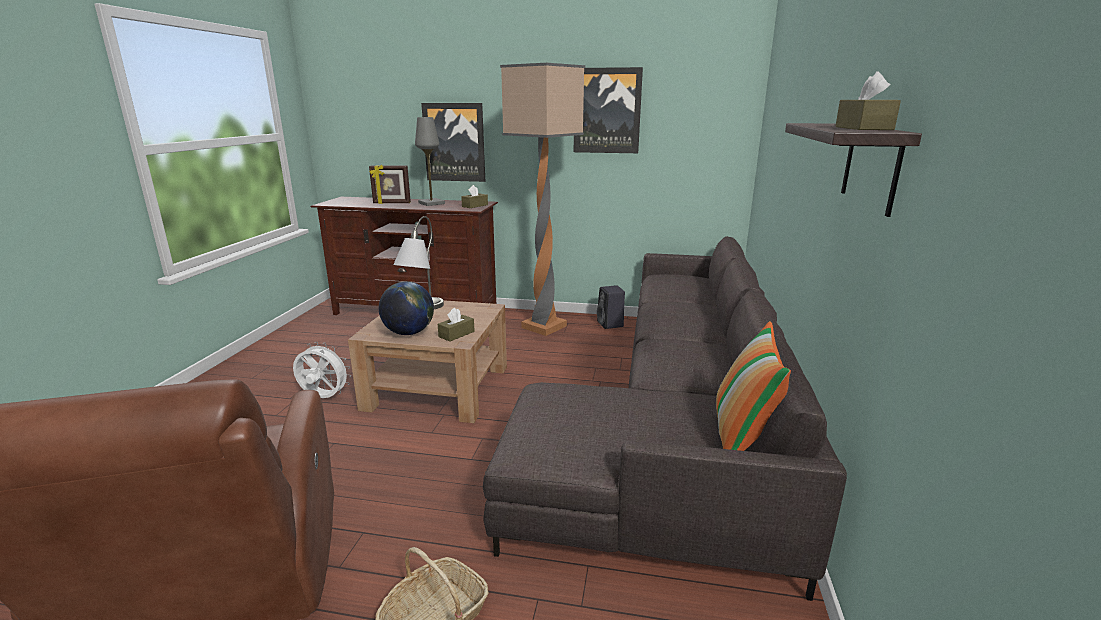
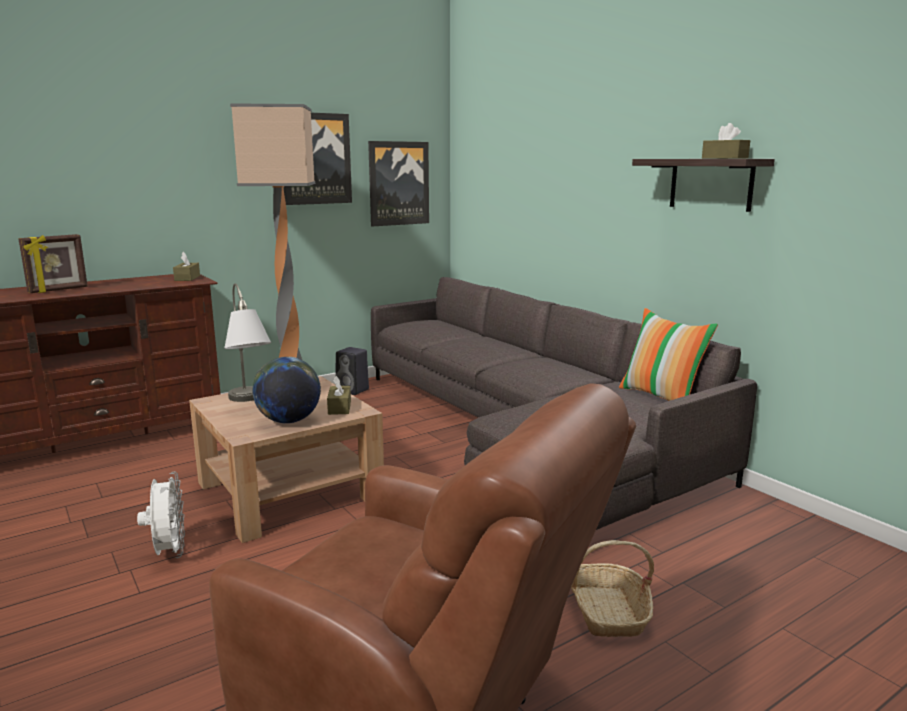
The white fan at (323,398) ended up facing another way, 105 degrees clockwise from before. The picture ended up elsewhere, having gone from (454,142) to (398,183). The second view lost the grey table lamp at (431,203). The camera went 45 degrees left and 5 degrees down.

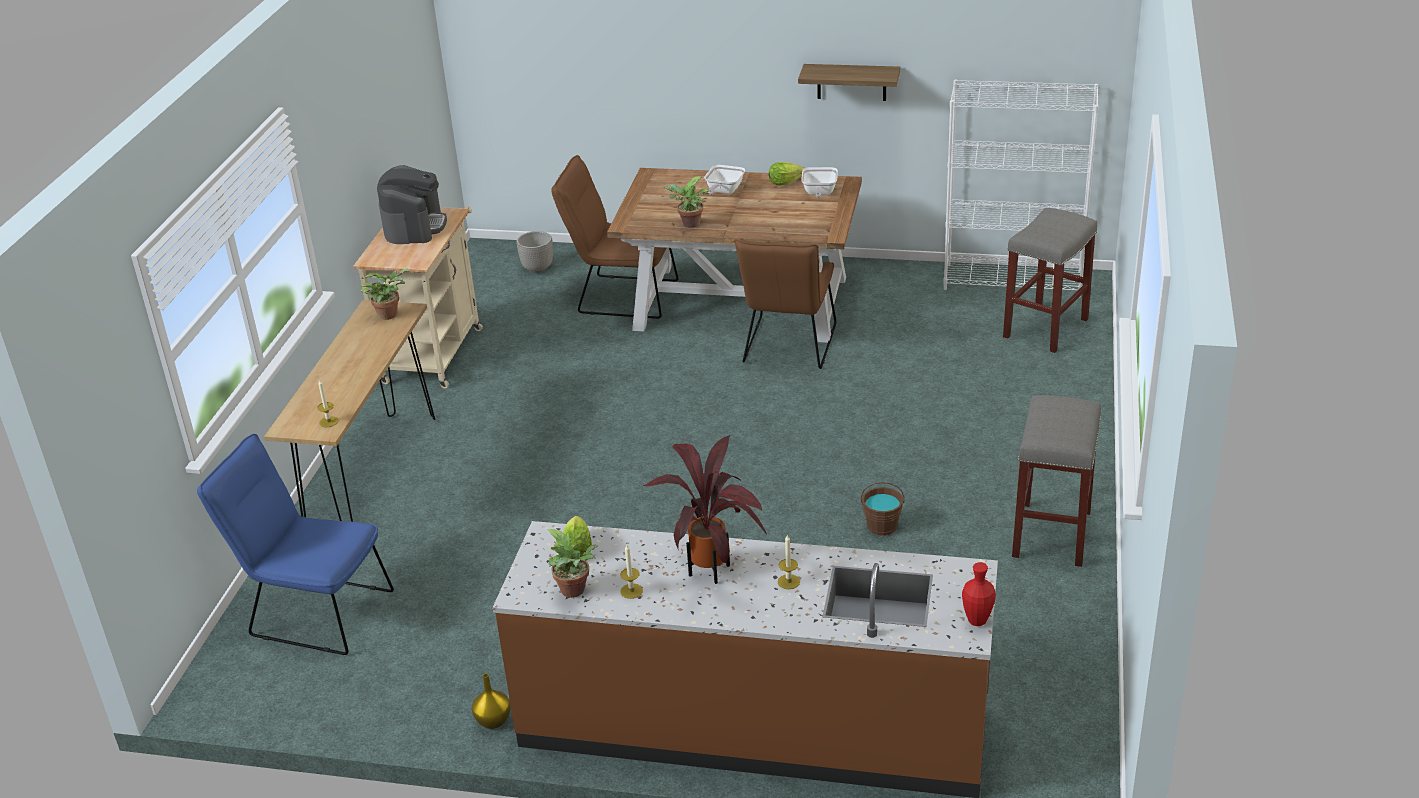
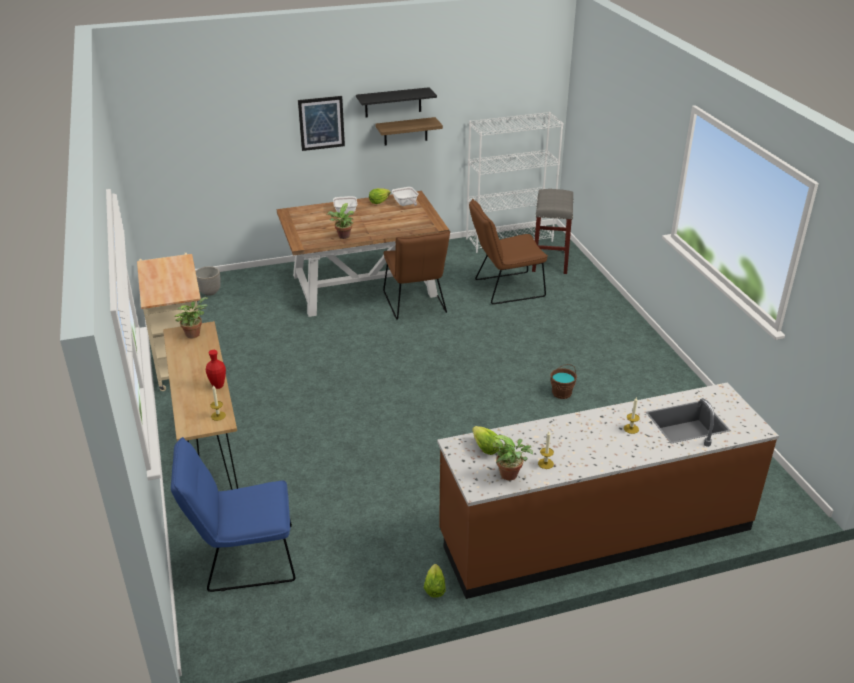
The red vase ended up elsewhere, having gone from (977,621) to (218,386). The second view gained the picture at (321,123). The second view gained the black shelf at (393,102). Where the yellow vase stood at (492,721), the lettuce came to stand at (434,588). The brown chair ended up elsewhere, having gone from (621,296) to (504,289). The second view lost the coffee machine at (414,226). The second view lost the potted plant at (713,568). The second view lost the grey stool at (1052,535). The camera went 30 degrees left and 0 degrees up.

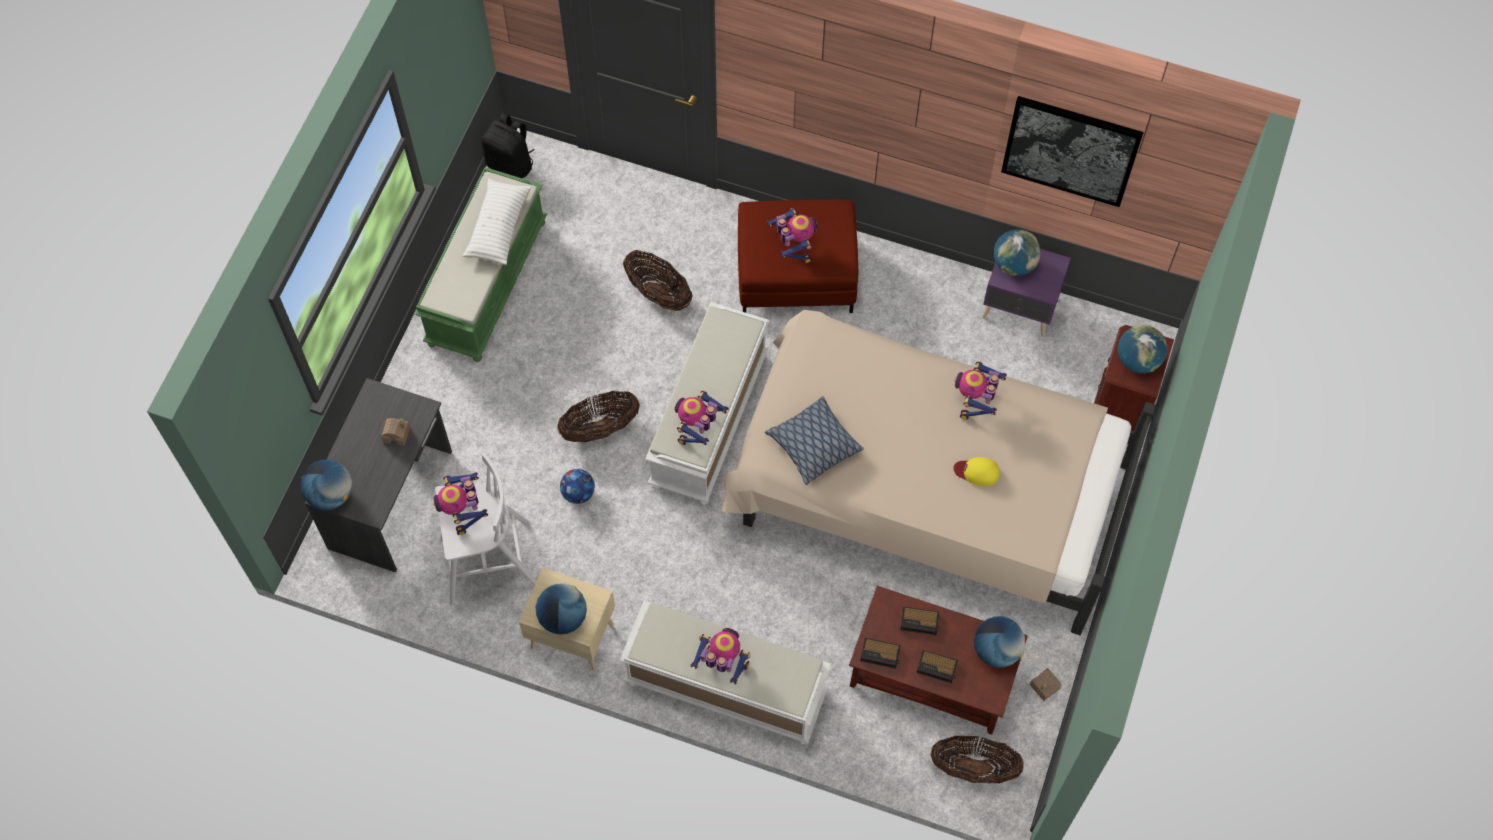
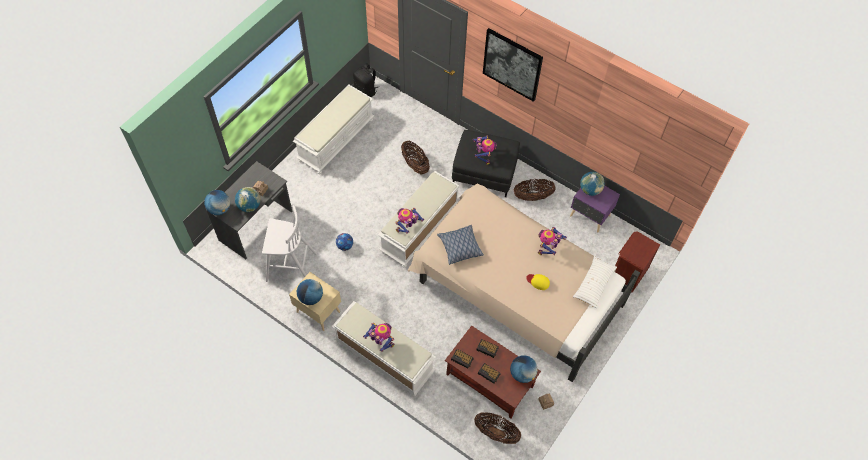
The globe ended up elsewhere, having gone from (1138,360) to (249,206). What was the green bench at (486,281) turned into the white bench at (336,139). What was the red ottoman at (797,273) turned into the black ottoman at (485,172). The picture ended up elsewhere, having gone from (1070,150) to (512,64). The basket ended up elsewhere, having gone from (600,428) to (532,196). The white pillow ended up elsewhere, having gone from (498,227) to (594,284). The second view lost the toy robot at (463,511). The camera went 15 degrees right and 5 degrees down.

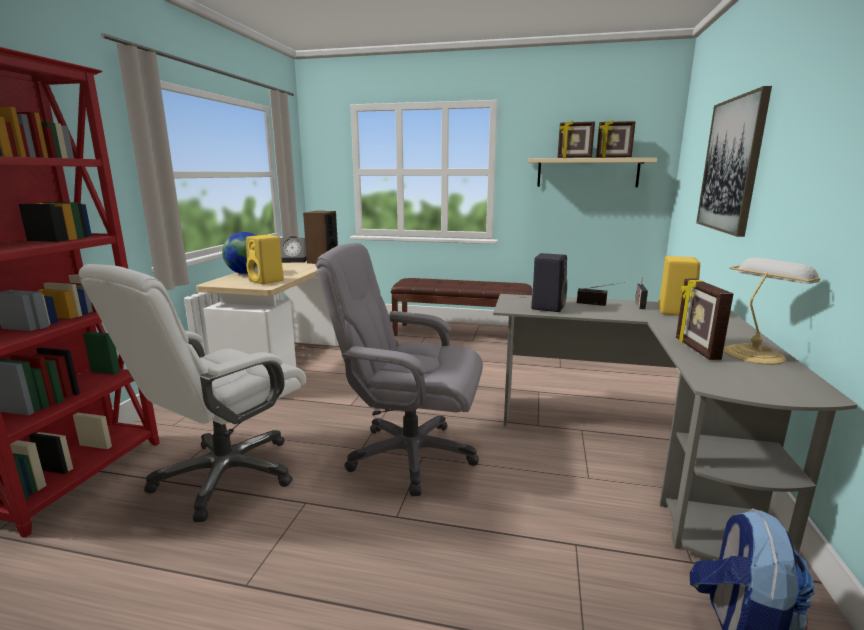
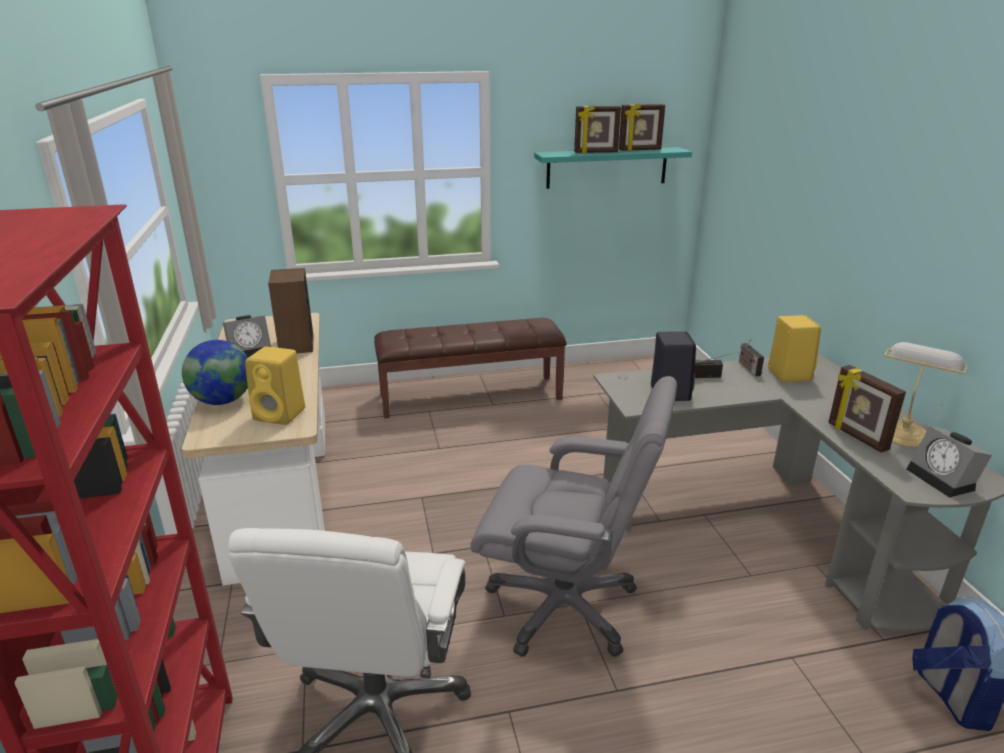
The grey office chair at (409,455) ended up facing another way, 150 degrees counterclockwise from before. What was the beige shelf at (587,172) turned into the turquoise shelf at (607,167). The second view gained the alarm clock at (944,480). The second view lost the picture at (731,165). The camera went 25 degrees left and 10 degrees up.

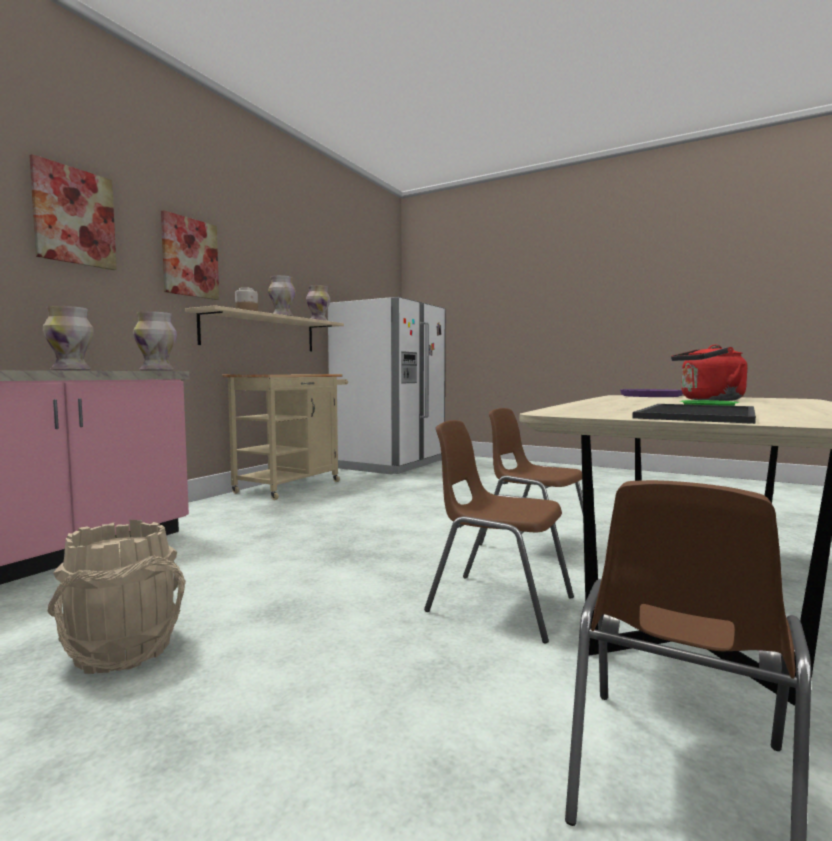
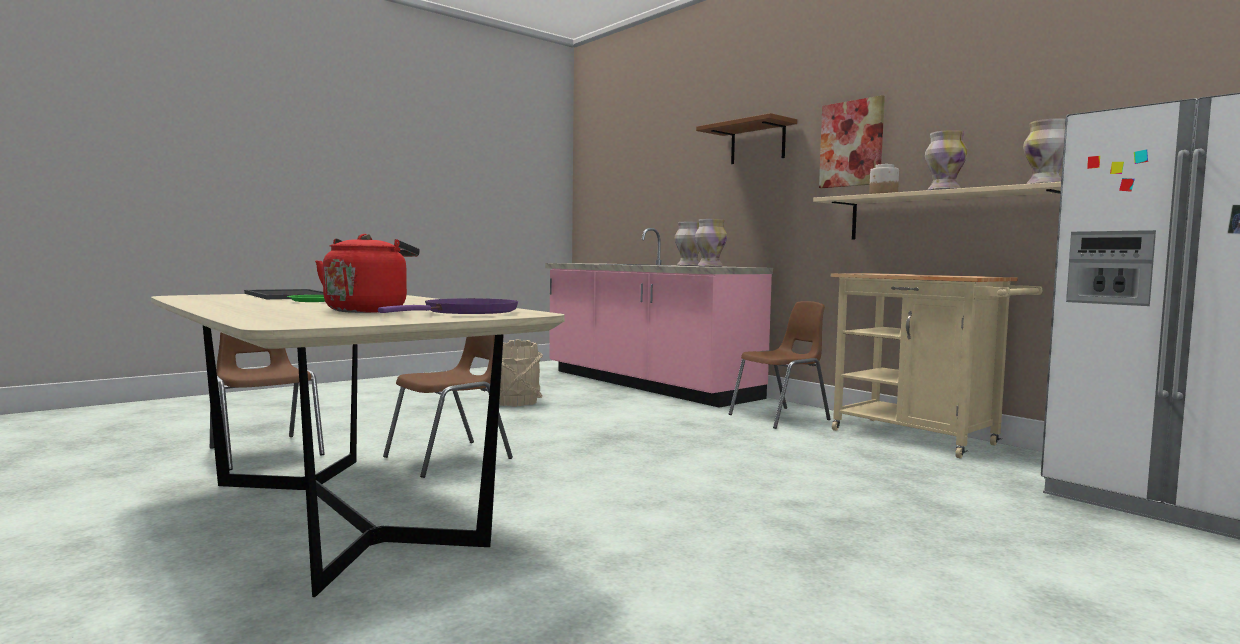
Where the picture hung at (74,216), the brown shelf came to hang at (757,143). The brown chair ended up elsewhere, having gone from (534,544) to (781,417). The camera went 110 degrees right and 0 degrees up.

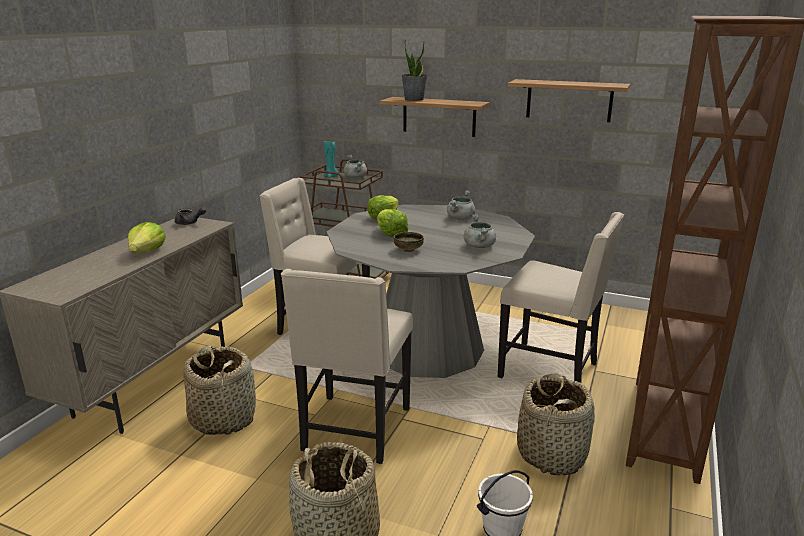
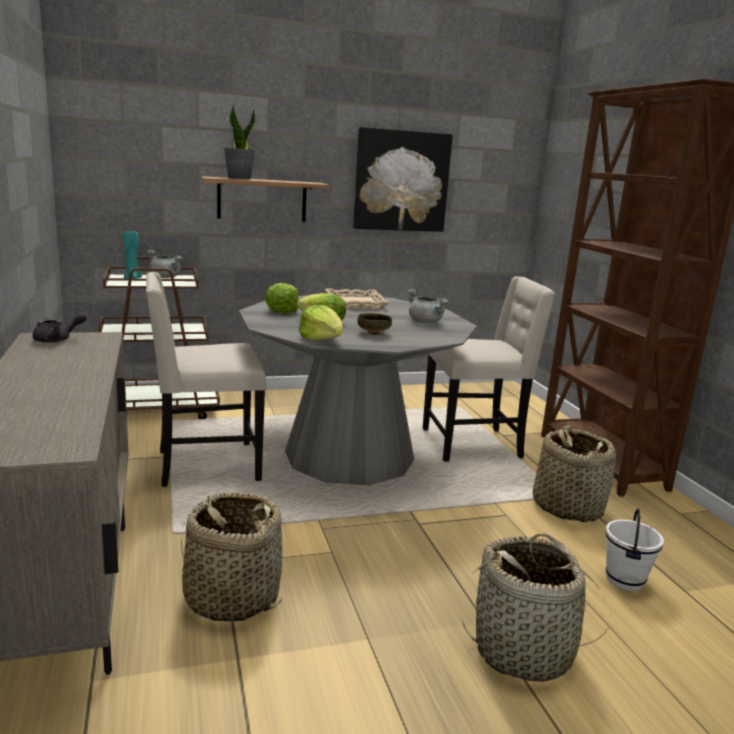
The lettuce ended up elsewhere, having gone from (147,252) to (321,339). Where the grey cooking pot stood at (460,218), the beige tray came to stand at (356,303). Where the shelf hung at (569,100), the picture came to hang at (401,181). The second view lost the beige chair at (354,430). The camera went 40 degrees left and 5 degrees down.

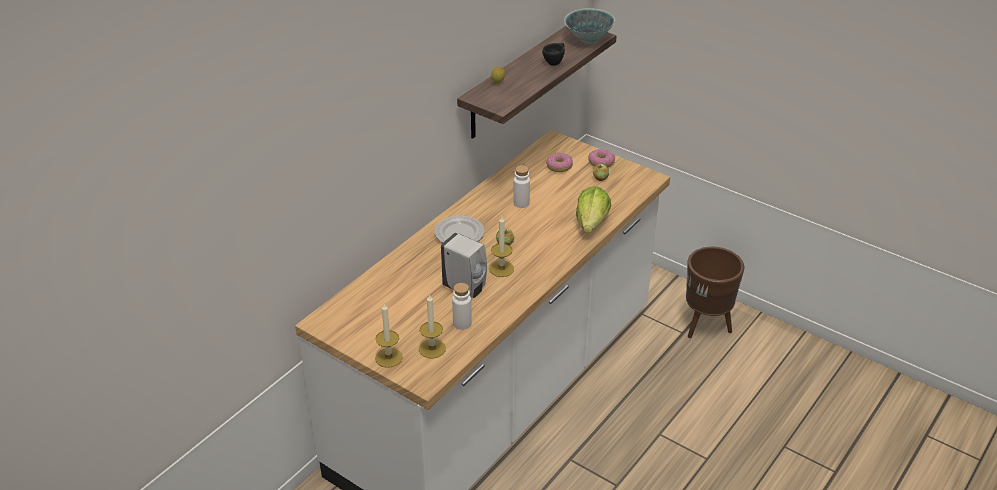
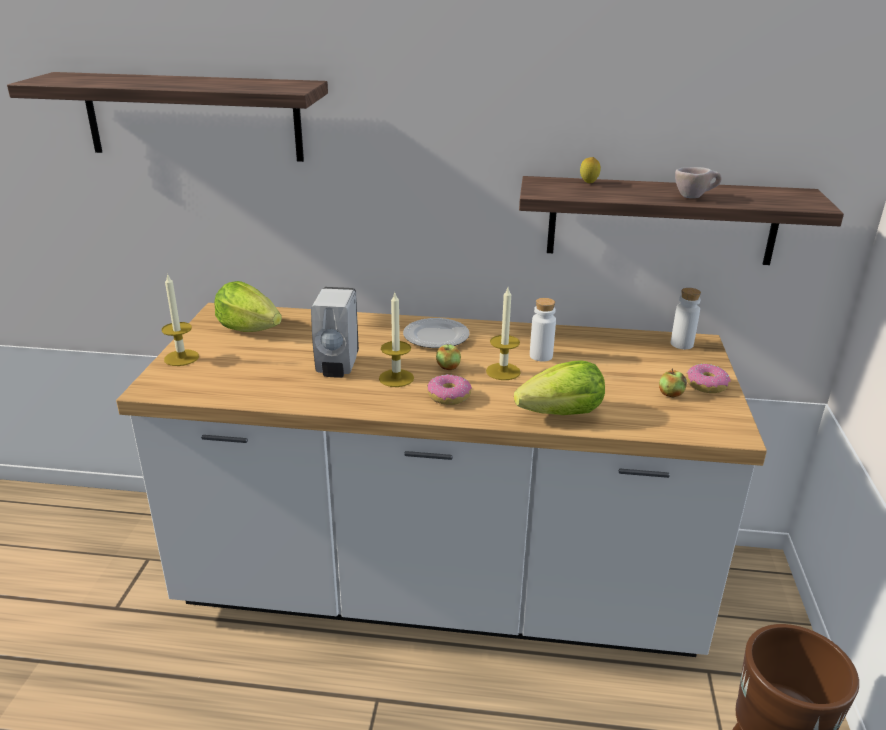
The second view gained the shelf at (193,117). The second view gained the lettuce at (249,329). The donut ended up elsewhere, having gone from (559,166) to (449,396). The candle ended up elsewhere, having gone from (432,349) to (503,371). The white bottle ended up elsewhere, having gone from (462,323) to (681,344). What was the black cup at (554,62) turned into the beige cup at (694,197). The second view lost the bowl at (589,39). The camera went 60 degrees right and 10 degrees down.

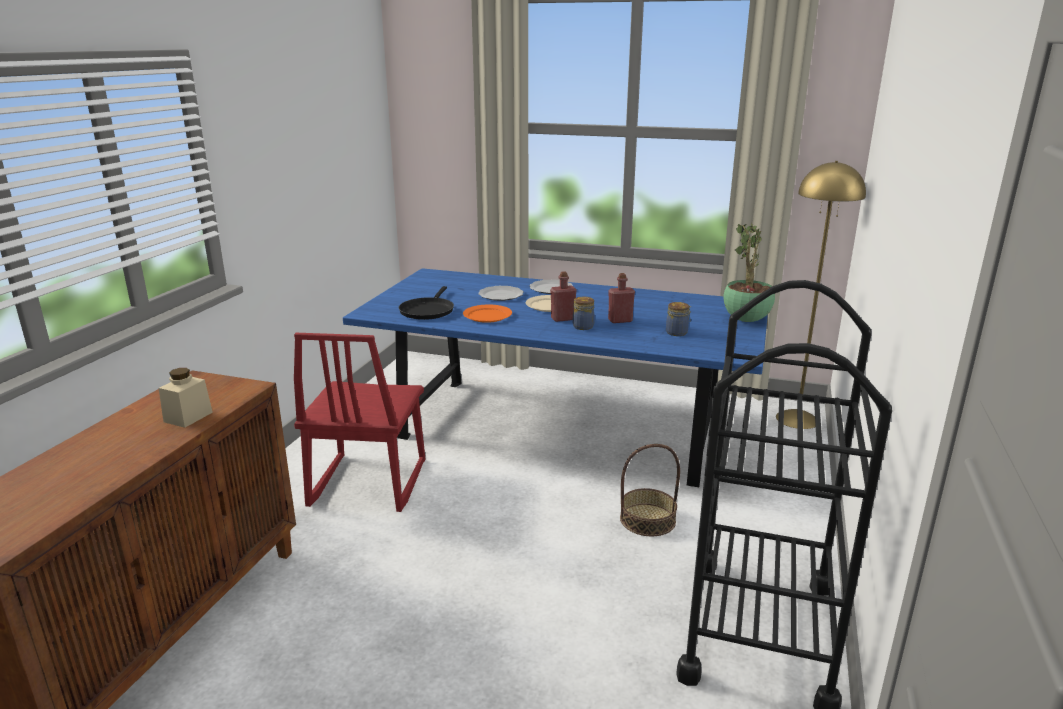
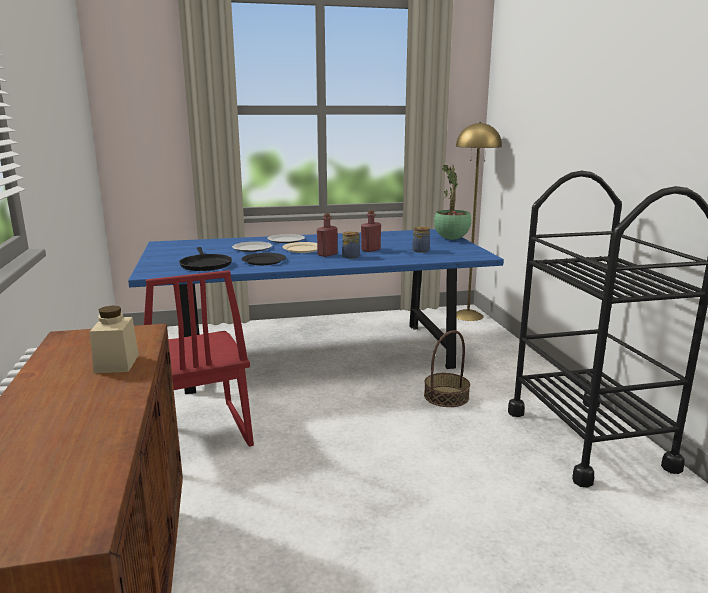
What was the orange plate at (488,316) turned into the black plate at (264,261). The camera went 30 degrees left and 5 degrees down.

